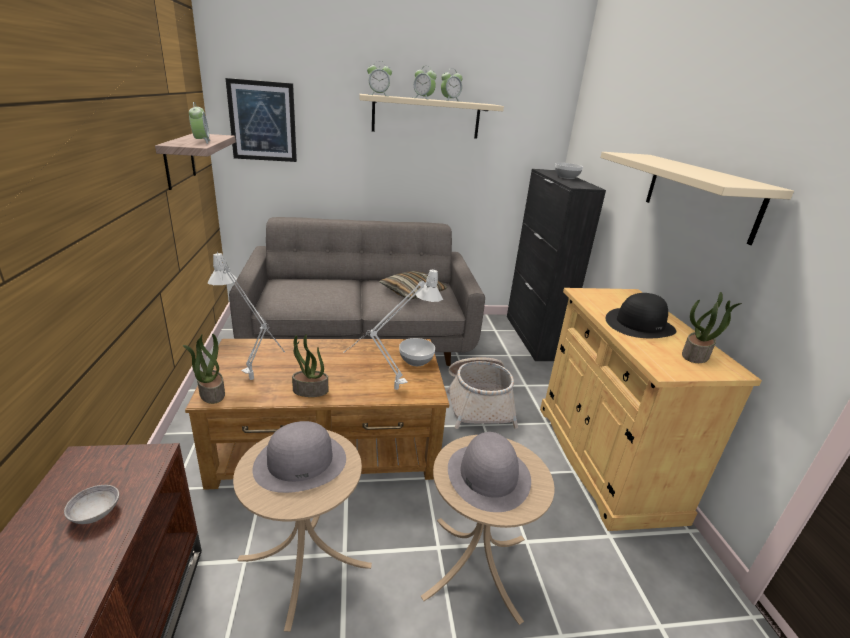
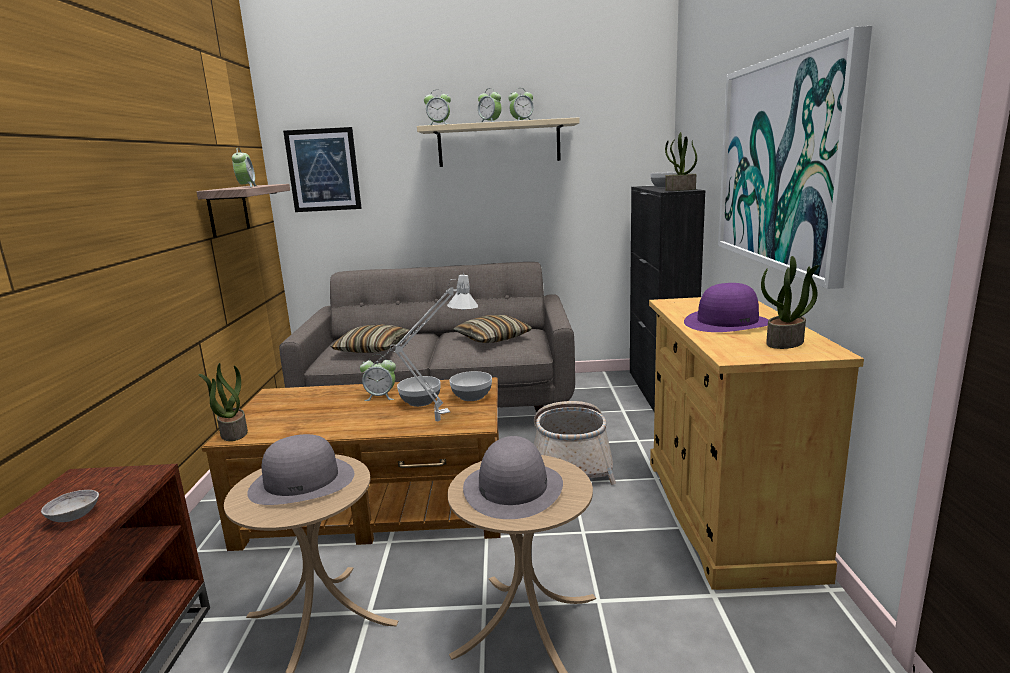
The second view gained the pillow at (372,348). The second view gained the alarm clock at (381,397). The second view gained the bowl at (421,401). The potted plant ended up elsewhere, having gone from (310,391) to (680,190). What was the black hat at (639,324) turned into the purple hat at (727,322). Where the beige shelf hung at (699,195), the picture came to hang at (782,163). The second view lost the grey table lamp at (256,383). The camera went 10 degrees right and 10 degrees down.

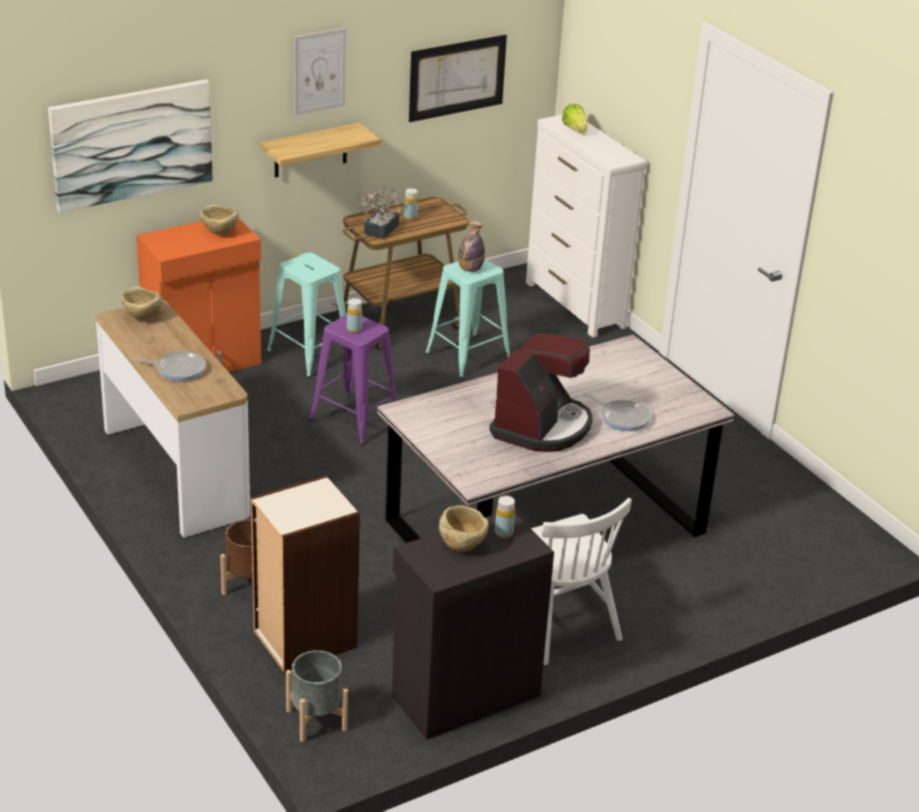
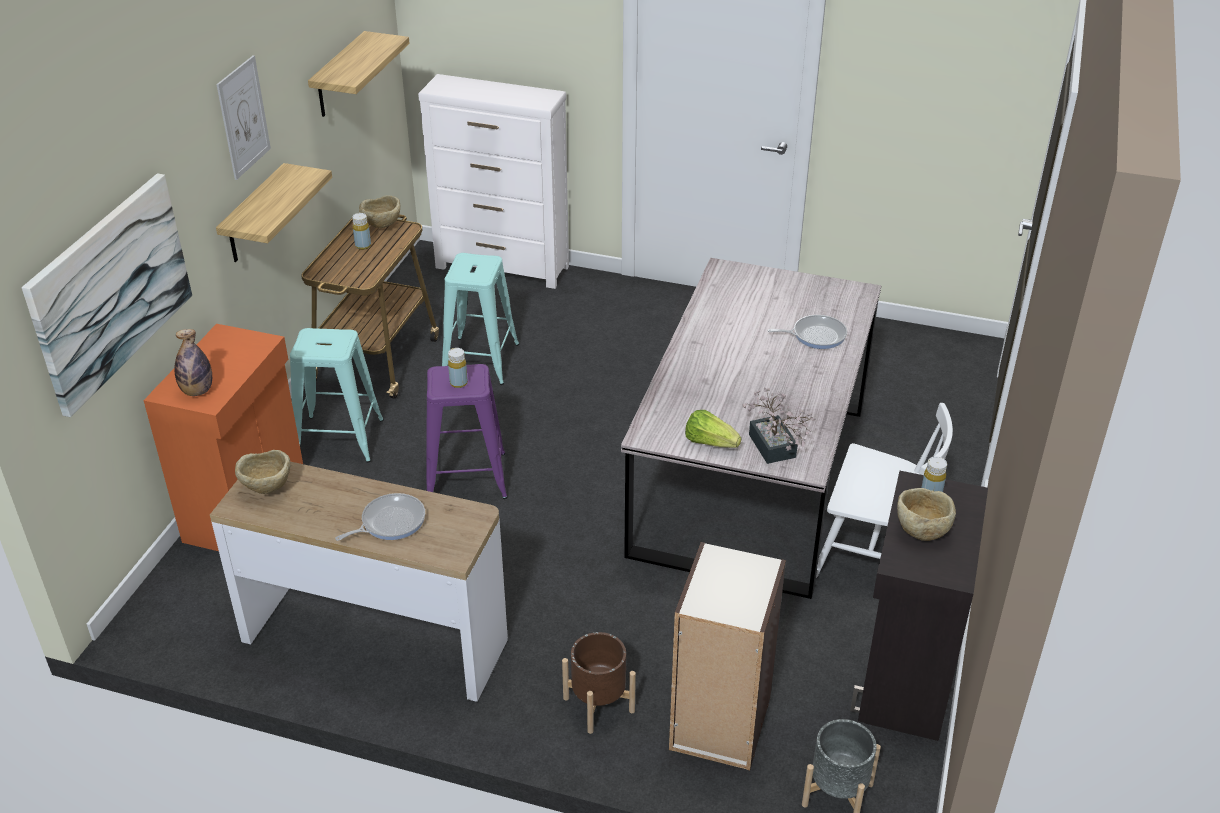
The bottle ended up elsewhere, having gone from (470,269) to (197,391). Where the picture hung at (457,77), the shelf came to hang at (339,76). The beige bowl ended up elsewhere, having gone from (219,233) to (382,226). The lettuce ended up elsewhere, having gone from (575,129) to (710,442). The potted plant ended up elsewhere, having gone from (378,231) to (774,450). The second view lost the coffee machine at (542,426). The camera went 40 degrees left and 5 degrees up.

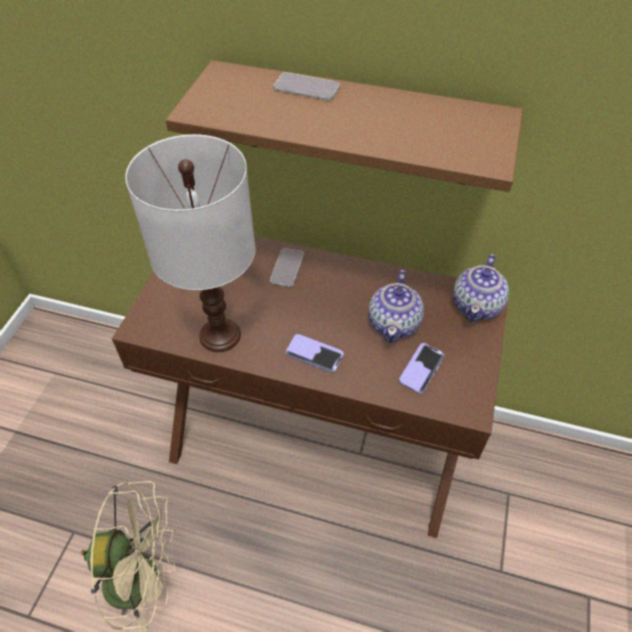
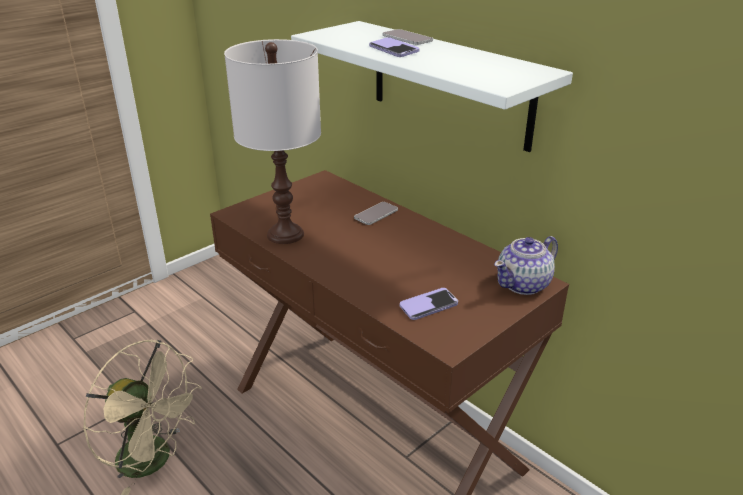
What was the brown shelf at (357,125) turned into the white shelf at (449,84). The phone ended up elsewhere, having gone from (314,354) to (393,49). The second view lost the teapot at (394,323). The camera went 30 degrees right and 20 degrees down.

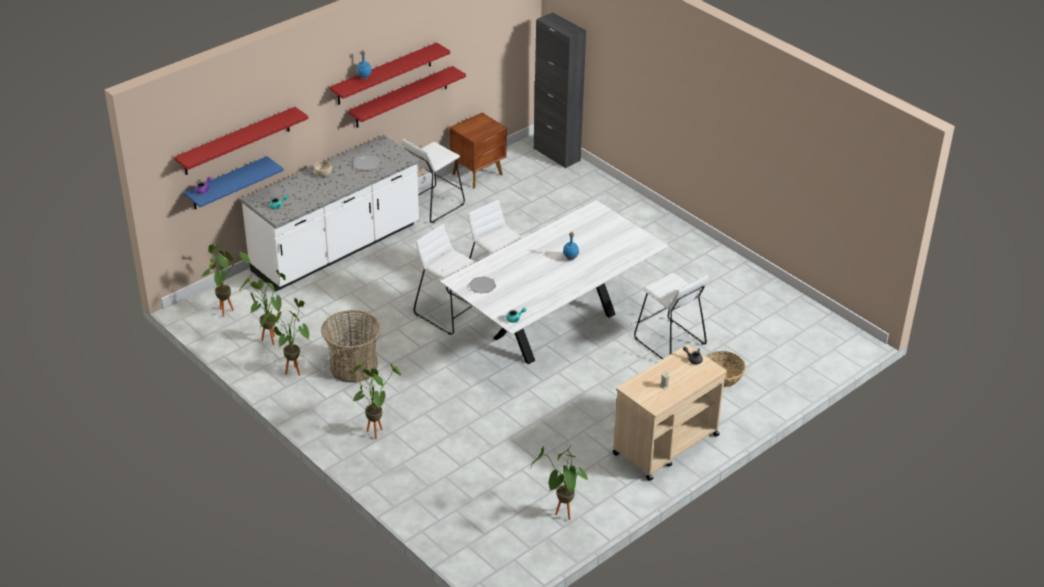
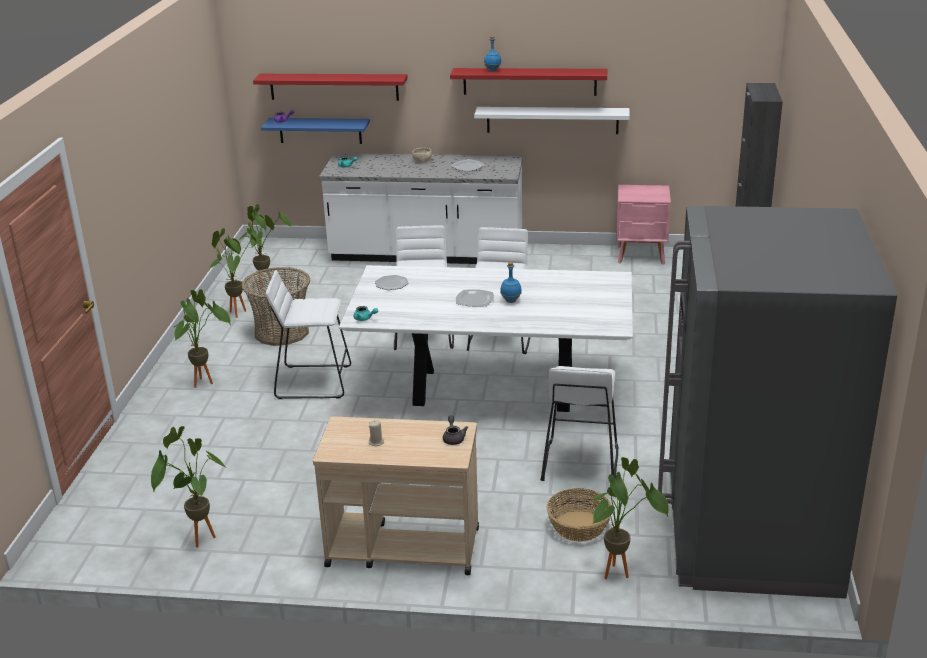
The white stool ended up elsewhere, having gone from (432,204) to (313,381). The second view gained the plate at (475,300). What was the red shelf at (401,97) turned into the white shelf at (552,120). The potted plant ended up elsewhere, having gone from (227,309) to (621,572). What was the brown nightstand at (478,174) turned into the pink nightstand at (641,255). The second view gained the grey fridge at (750,534). The camera went 50 degrees right and 10 degrees down.

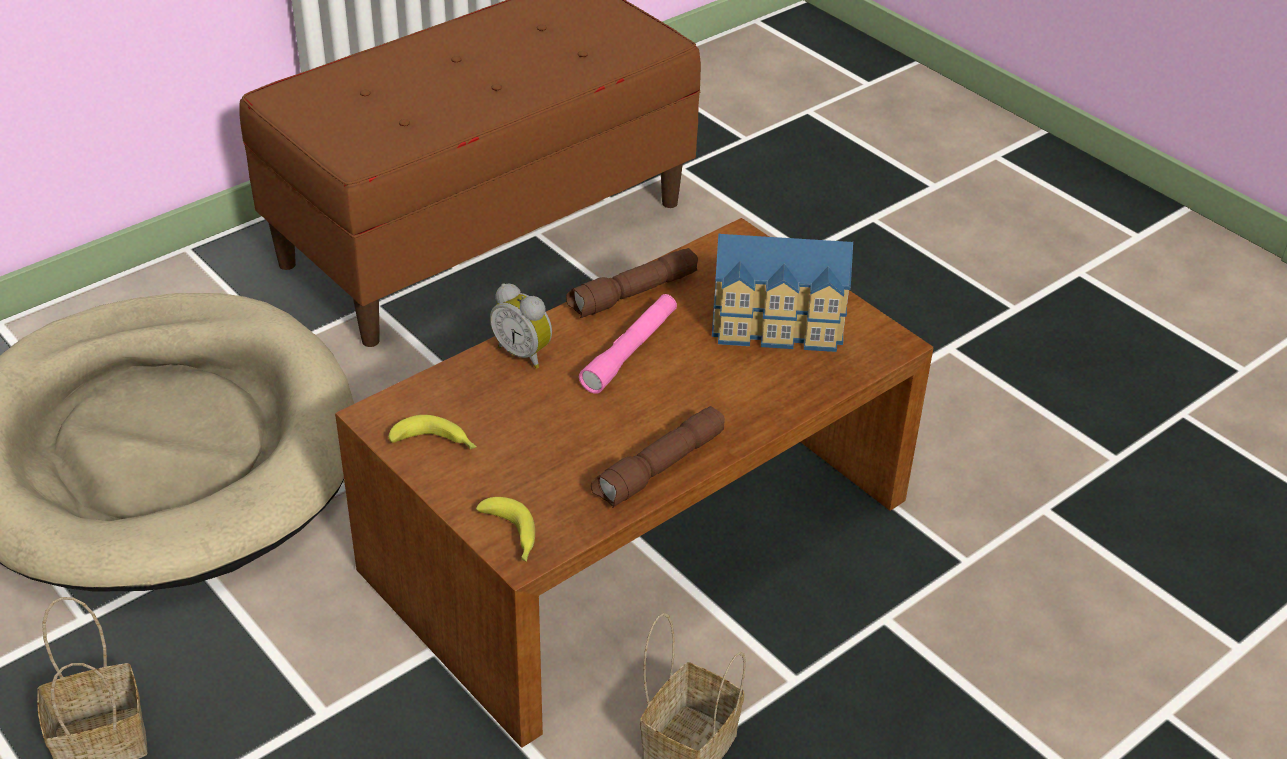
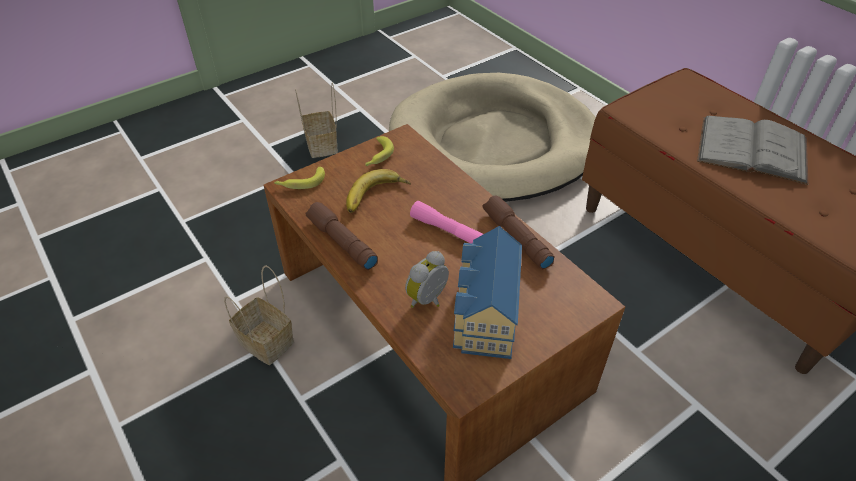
The second view gained the banana at (376,197). The alarm clock ended up elsewhere, having gone from (524,353) to (429,300). The second view gained the grey book at (752,149). The camera went 95 degrees right and 5 degrees up.

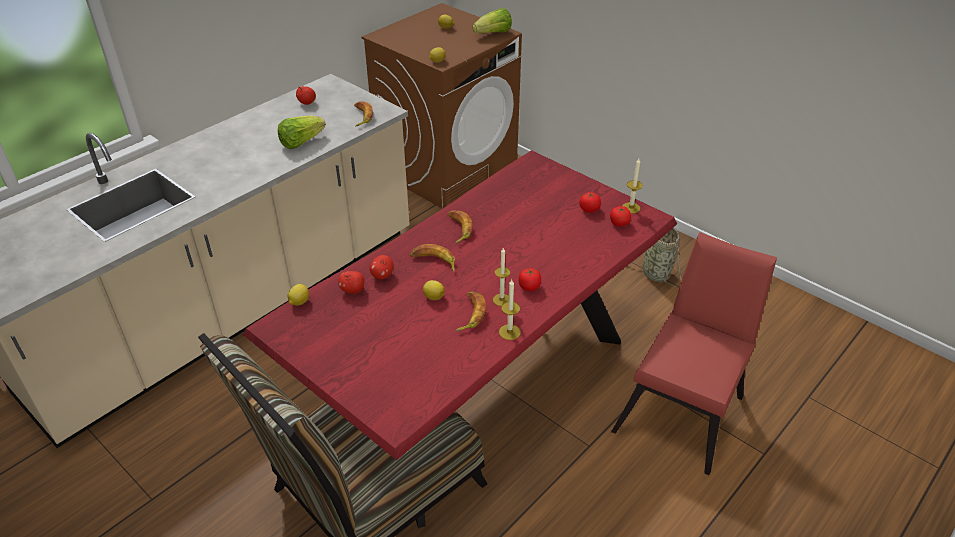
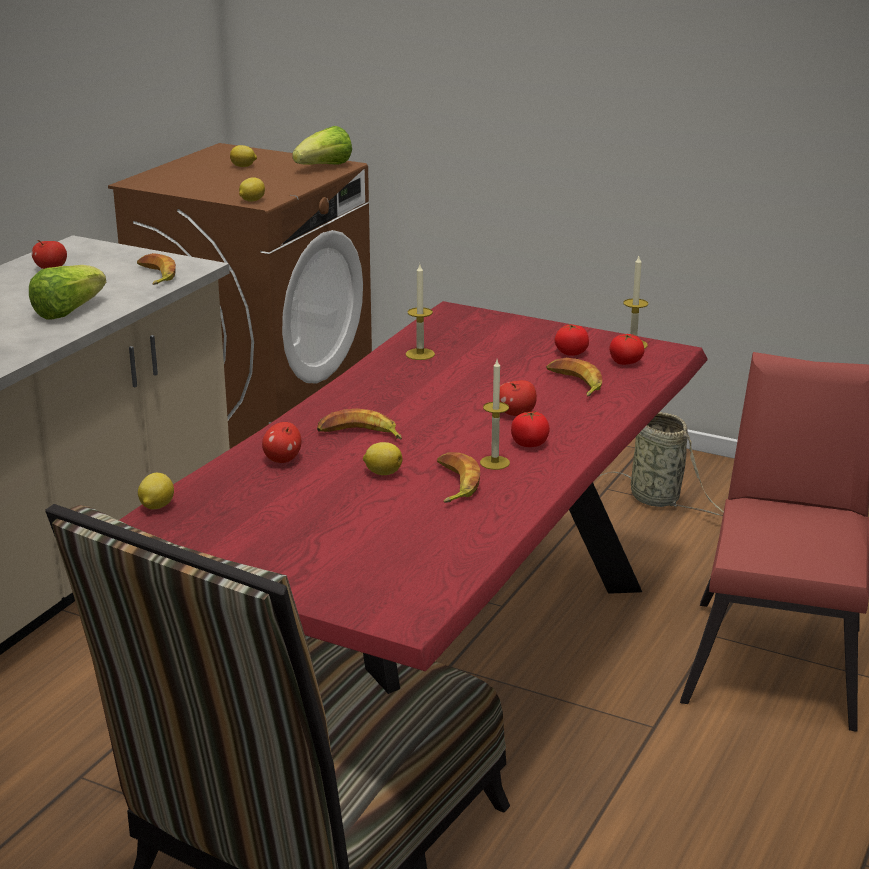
The candle ended up elsewhere, having gone from (509,332) to (420,354). The apple ended up elsewhere, having gone from (353,290) to (516,413). The banana ended up elsewhere, having gone from (458,229) to (574,383). The camera went 15 degrees left and 15 degrees down.

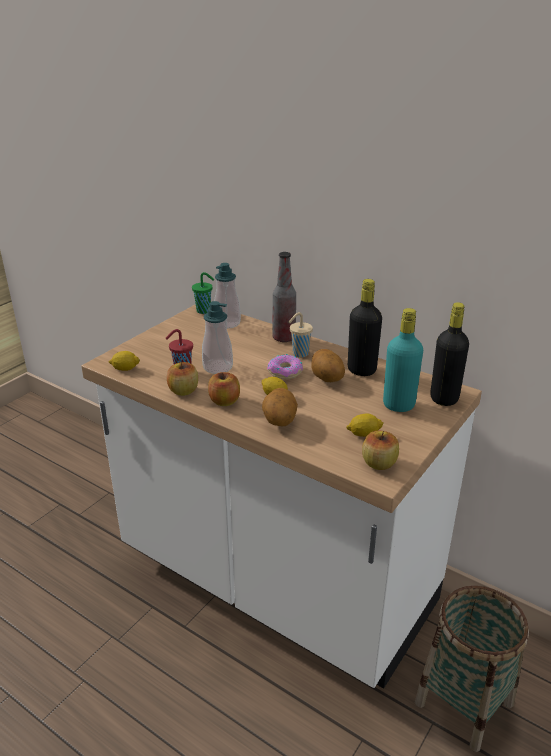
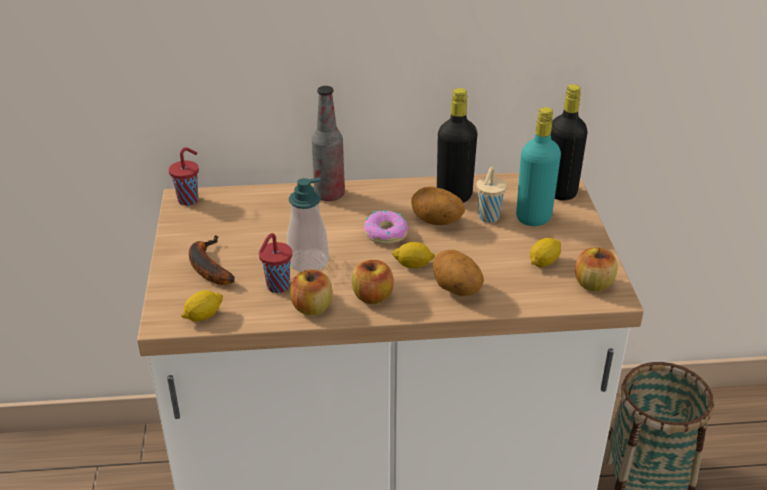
What was the green cup at (204,311) turned into the red cup at (189,200). The second view gained the banana at (207,266). The beige cup ended up elsewhere, having gone from (299,354) to (488,218). The second view lost the soap dispenser at (227,323). The camera went 40 degrees left and 5 degrees up.

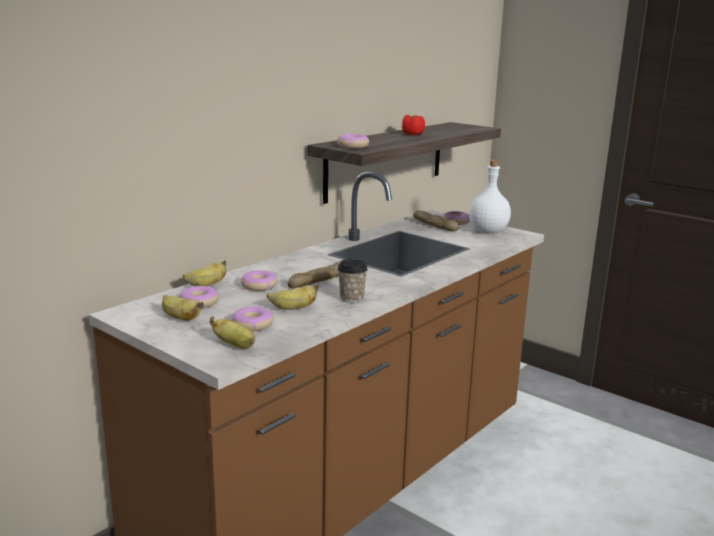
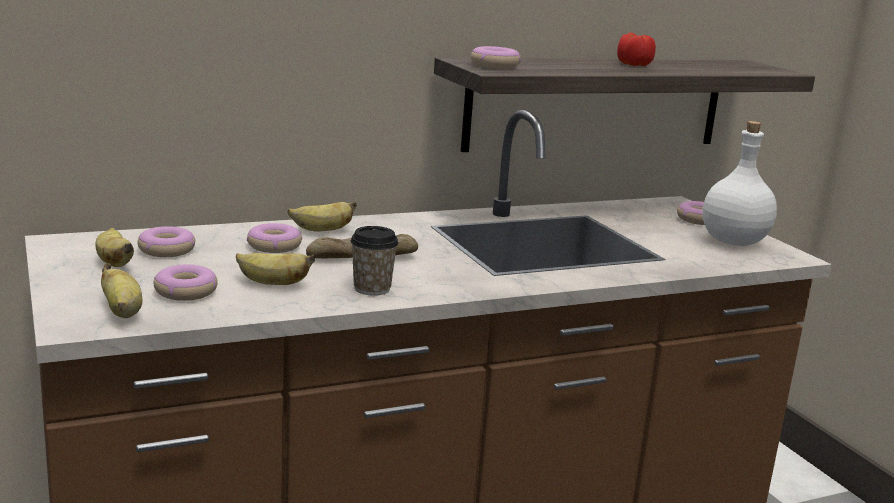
The banana ended up elsewhere, having gone from (207,285) to (322,230). The second view lost the bread at (435,226). The camera went 25 degrees right and 0 degrees up.

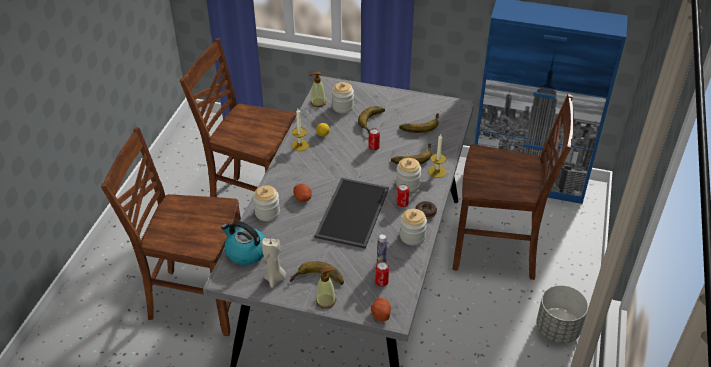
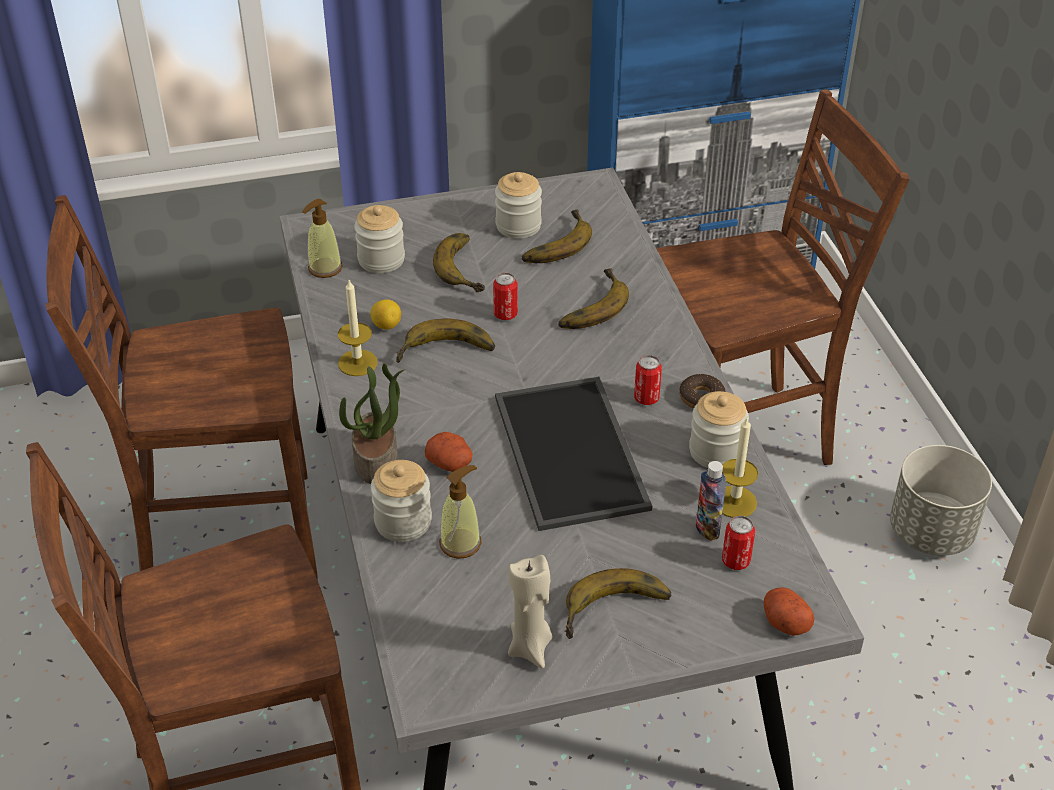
The second view gained the potted plant at (377,460). The second view gained the banana at (446,353). The soap dispenser ended up elsewhere, having gone from (326,301) to (460,543). The jar ended up elsewhere, having gone from (407,184) to (518,226). The candle ended up elsewhere, having gone from (437,171) to (735,502). The second view lost the kettle at (245,252). The camera went 30 degrees left and 0 degrees up.

